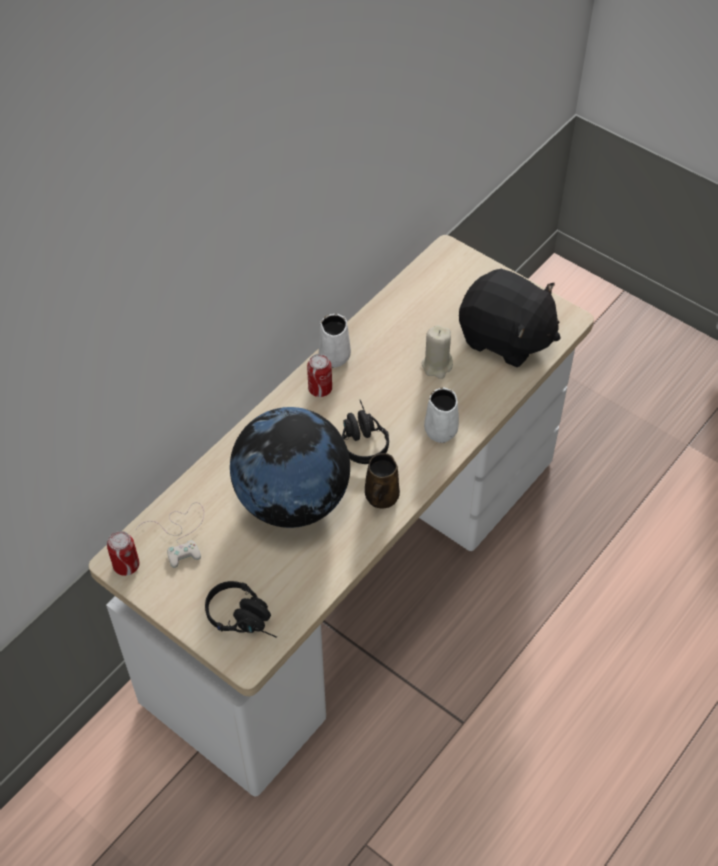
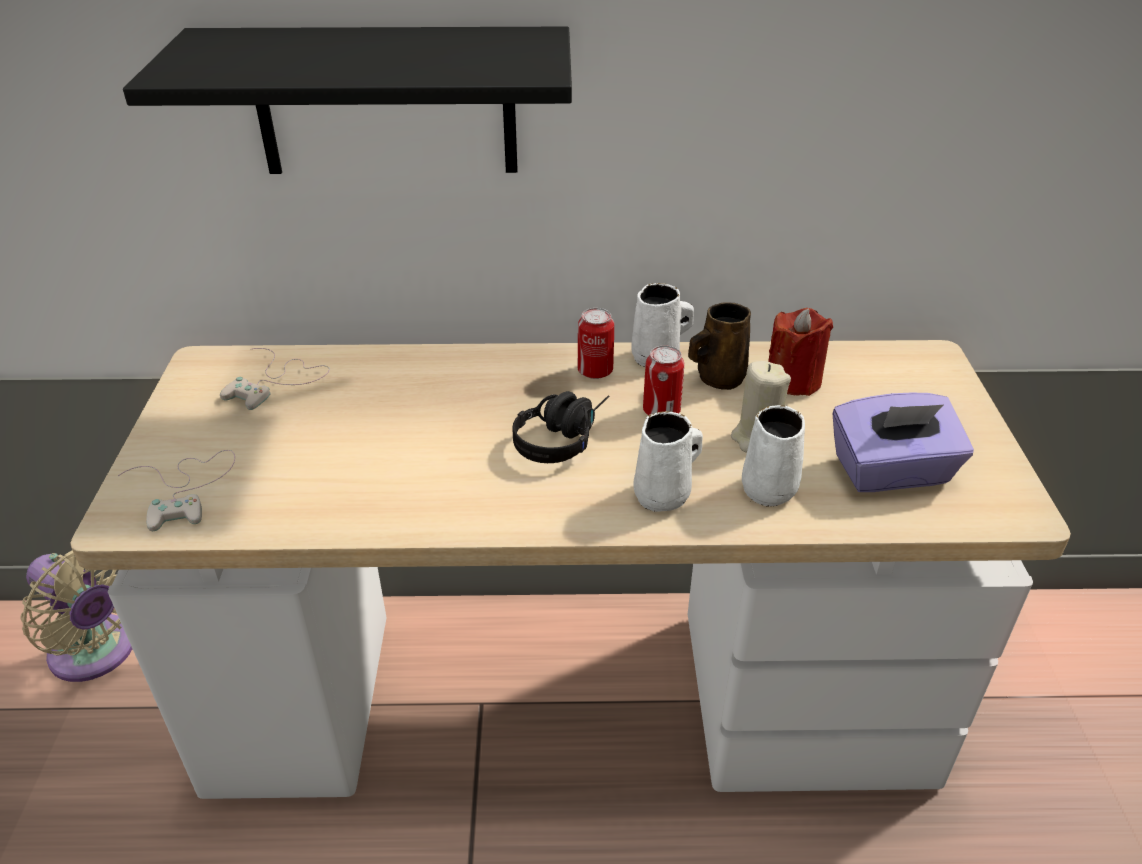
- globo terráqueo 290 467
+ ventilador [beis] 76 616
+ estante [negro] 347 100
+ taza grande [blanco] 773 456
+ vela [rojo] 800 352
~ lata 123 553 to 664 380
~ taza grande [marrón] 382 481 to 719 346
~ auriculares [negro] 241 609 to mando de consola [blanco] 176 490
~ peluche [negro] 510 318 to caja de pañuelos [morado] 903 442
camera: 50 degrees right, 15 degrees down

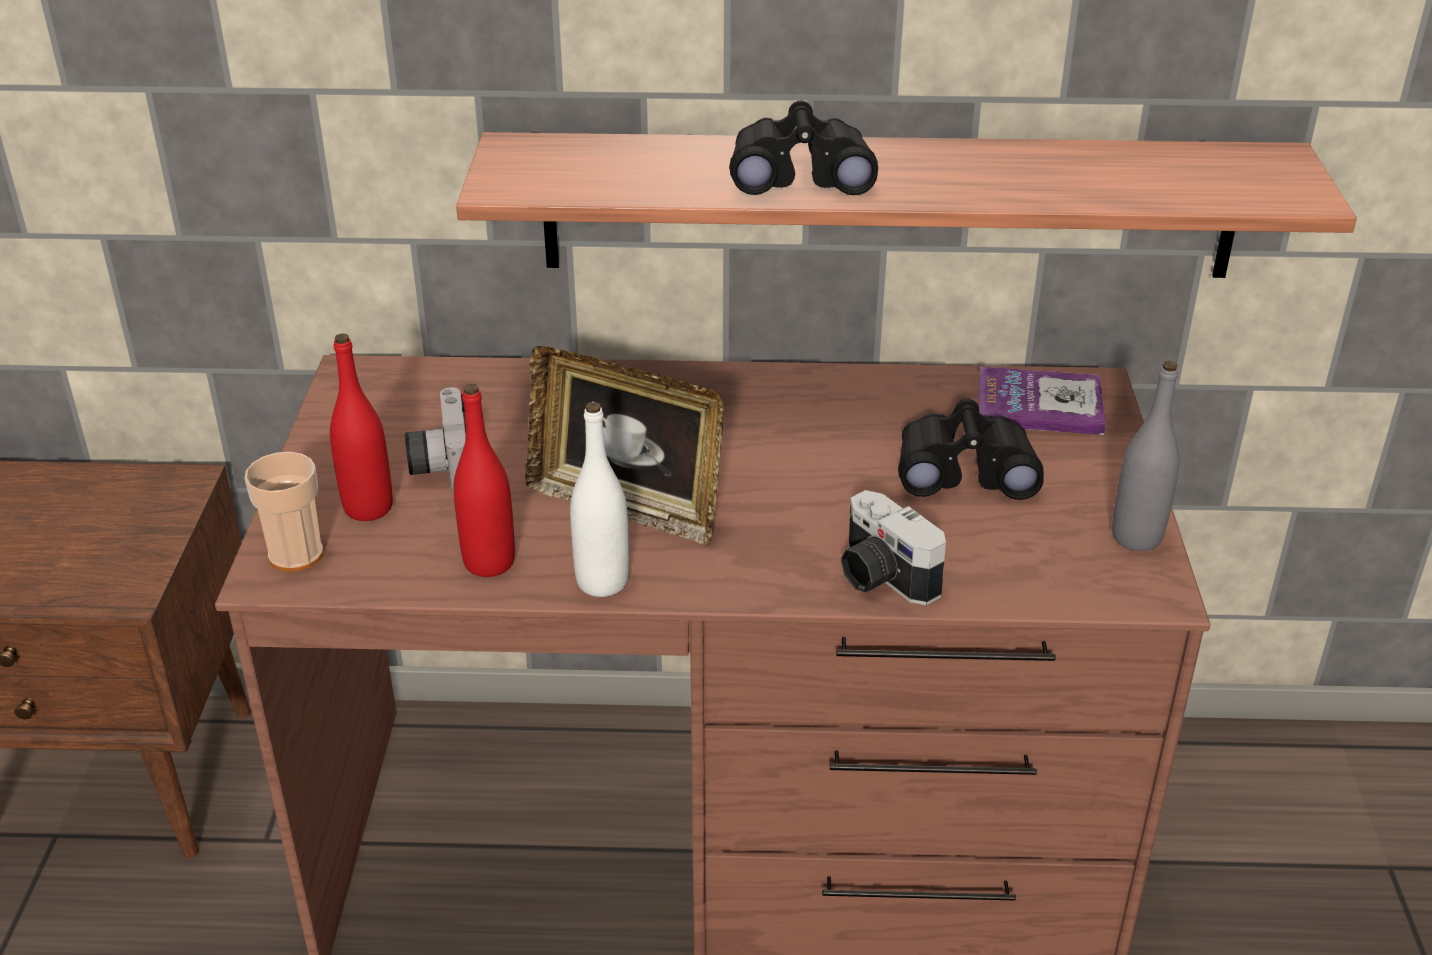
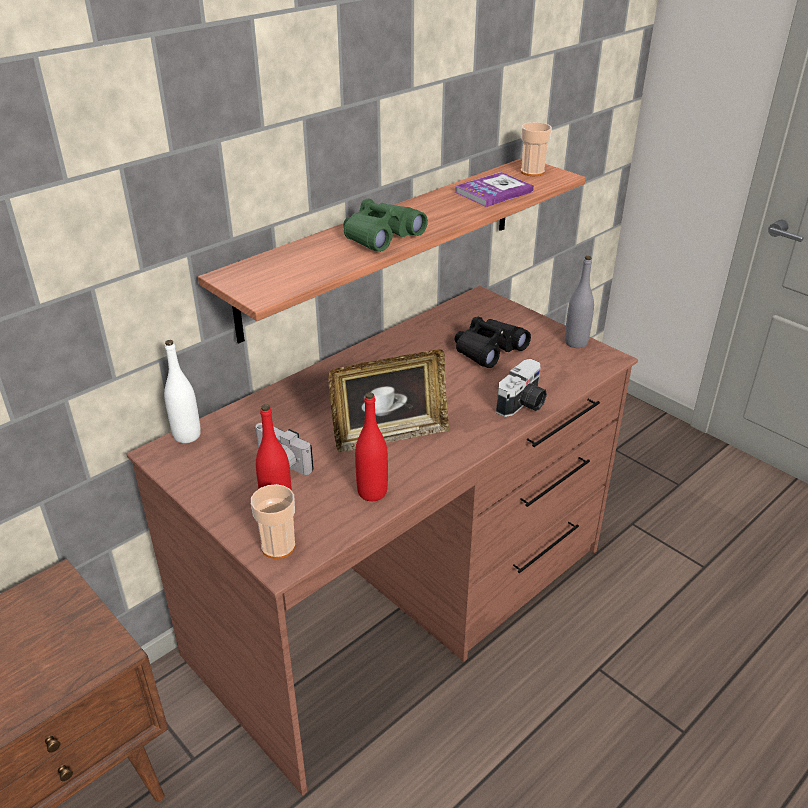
+ taza 536 149
~ botella [blanco] 599 499 to 182 391
~ libro 1042 401 to 494 189
~ prismáticos [negro] 803 148 to prismáticos [verde] 385 225
~ cámara 893 547 = 521 388 60 degrees counterclockwise
camera: 45 degrees left, 0 degrees up

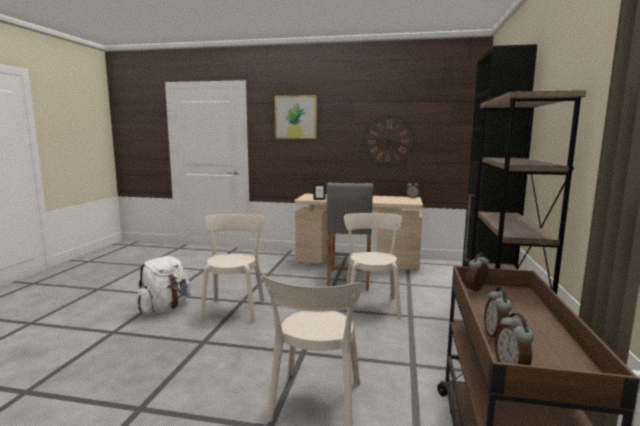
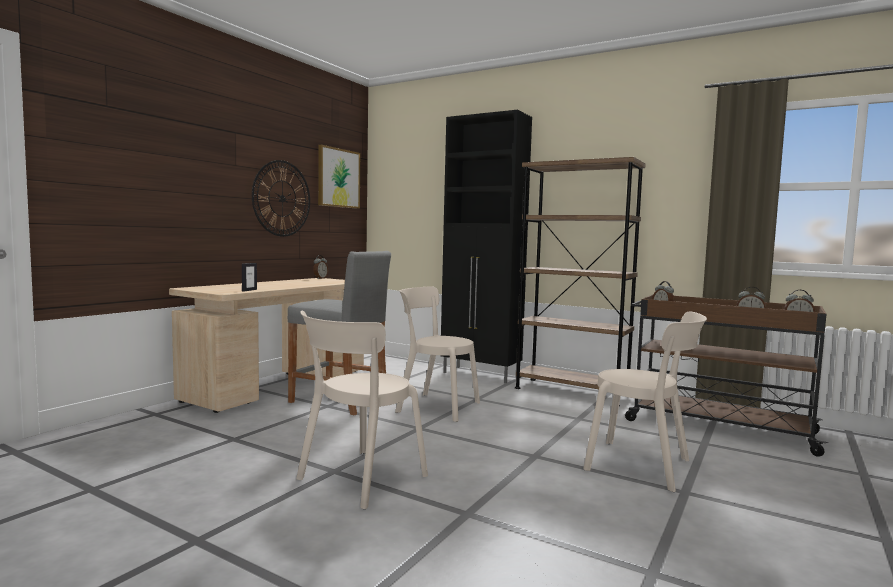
- mochila [blanco] 163 284
~ cuadro 296 117 to 339 177
~ silla [beis] 232 268 = 362 410 75 degrees counterclockwise
camera: 70 degrees left, 5 degrees down

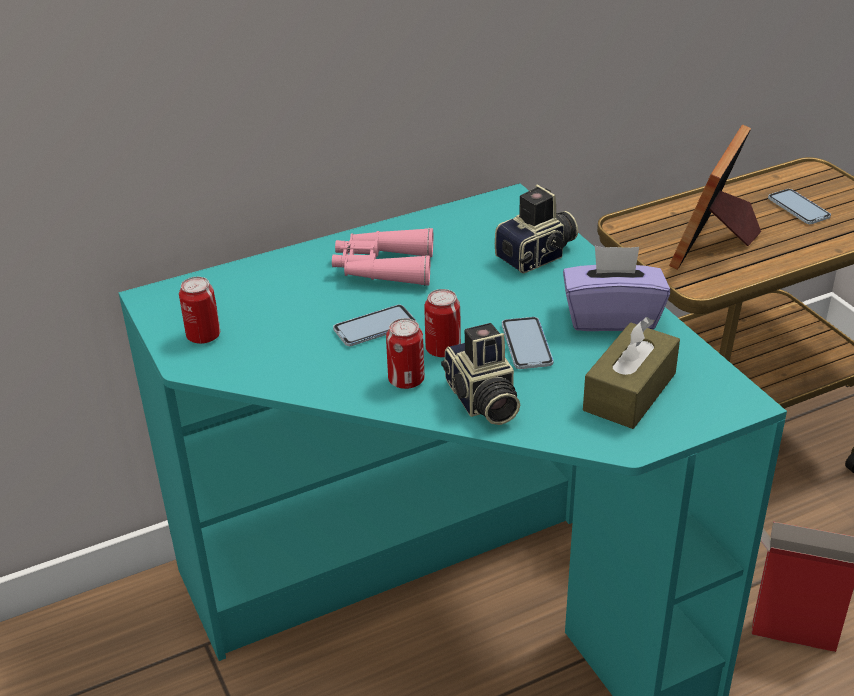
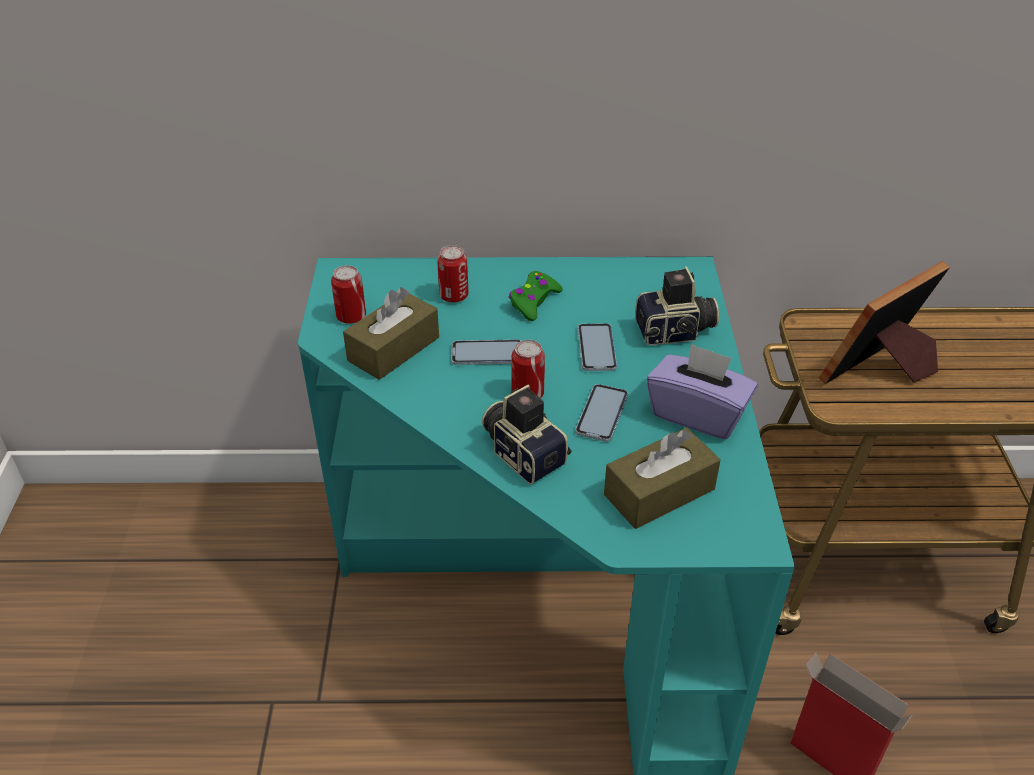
+ caja de pañuelos [marrón] 391 333
~ lata 405 353 to 453 274
~ móvil 799 206 to 597 347
~ prismáticos [rosa] 382 257 to mando de consola [verde] 536 296
~ cámara 480 374 = 527 435 135 degrees clockwise
camera: 25 degrees right, 5 degrees up

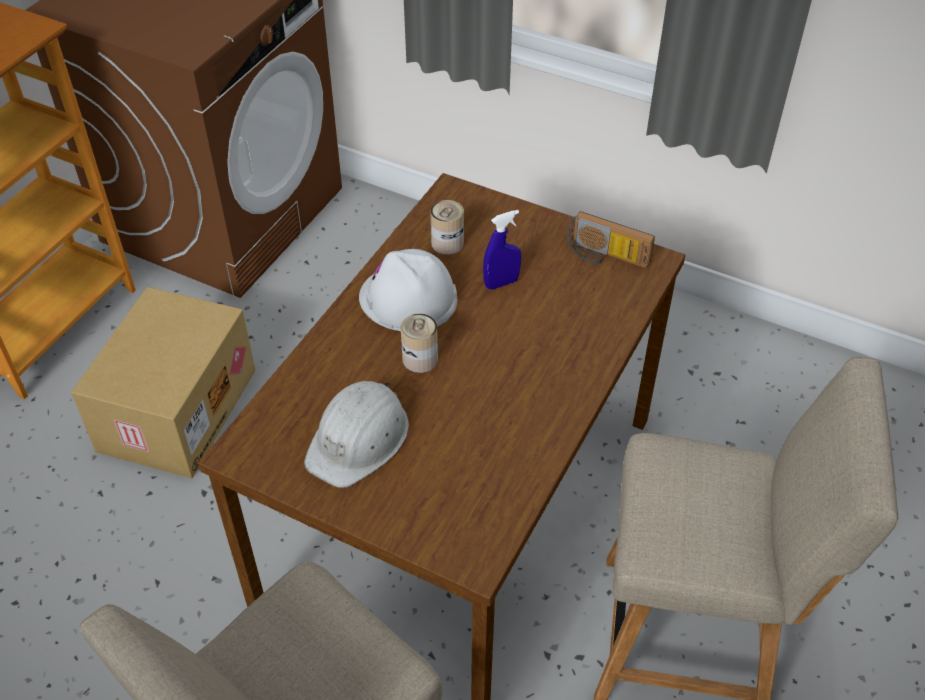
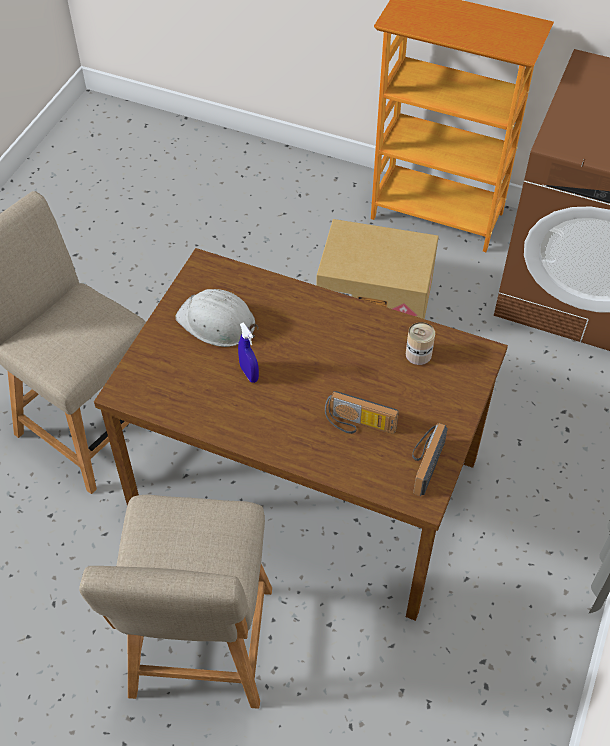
- casco [blanco] 408 290
- lata 419 343
+ radio 362 412
~ pulverizador [azul] 502 250 to 248 353
camera: 85 degrees right, 5 degrees up

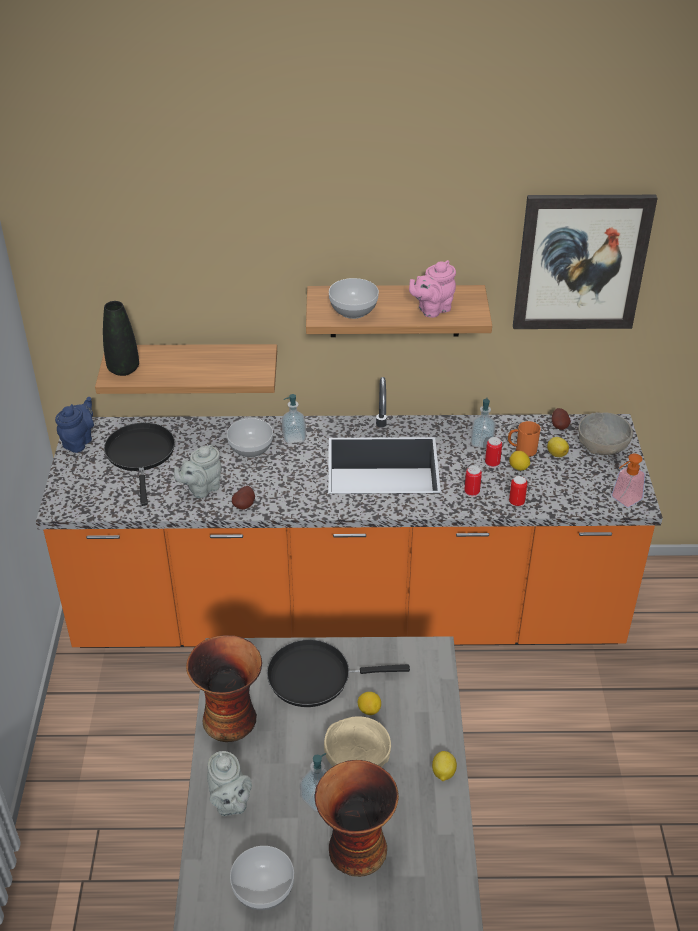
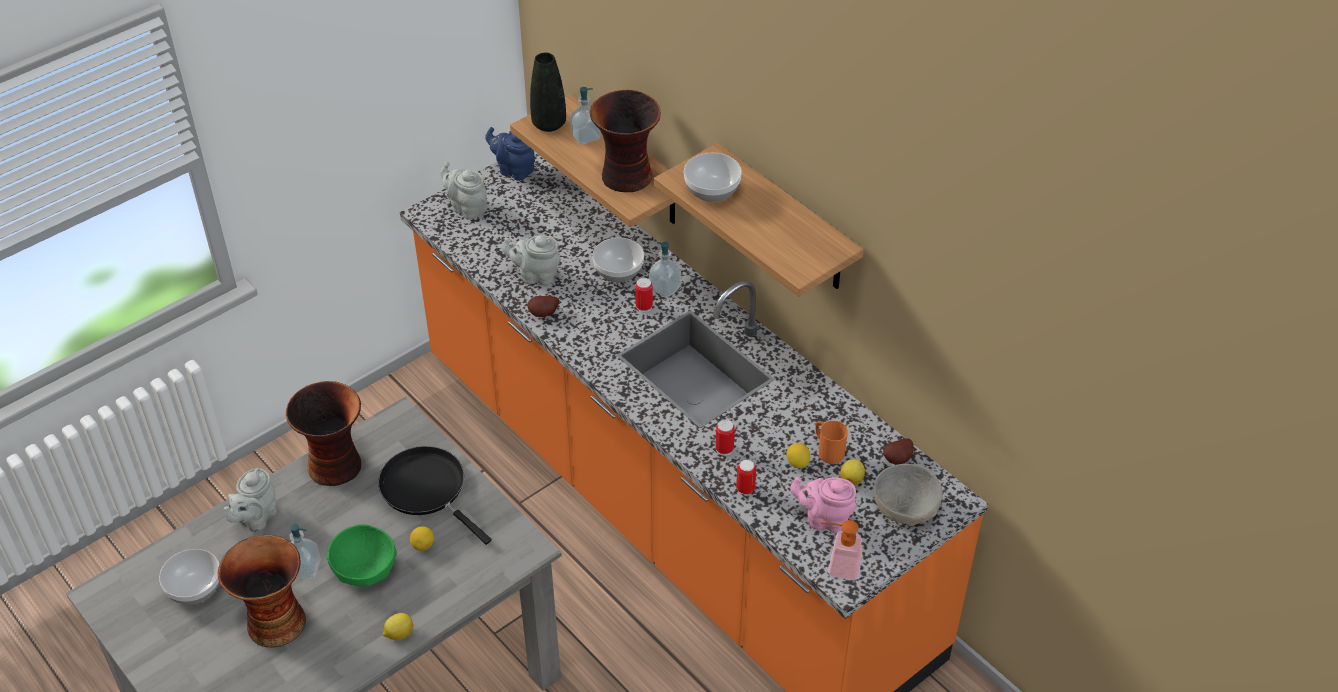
- sartén [negro] 139 464
- cuadro 585 262
+ tetera [gris] 464 191
+ florero 625 141
~ tetera [rosa] 432 289 to 823 505
~ dispensador de jabón 483 423 to 585 116
~ lata 493 452 to 644 295
~ cuenco [beis] 357 741 to cuenco [verde] 361 555
~ tetera [azul] 74 425 = 510 154 135 degrees counterclockwise
camera: 50 degrees right, 5 degrees up

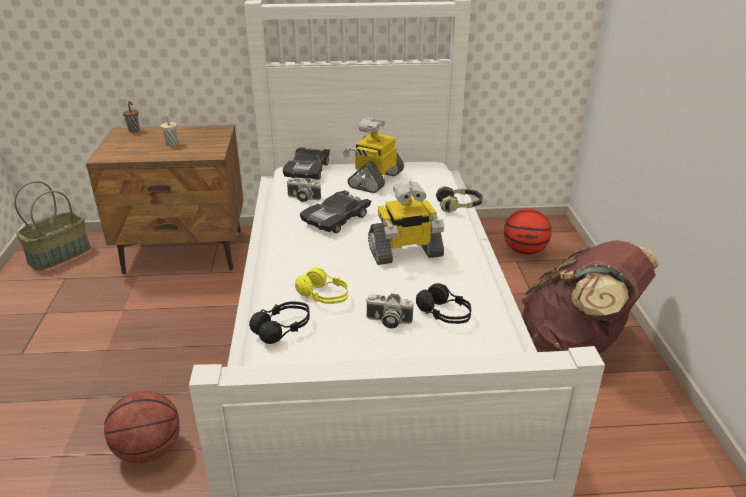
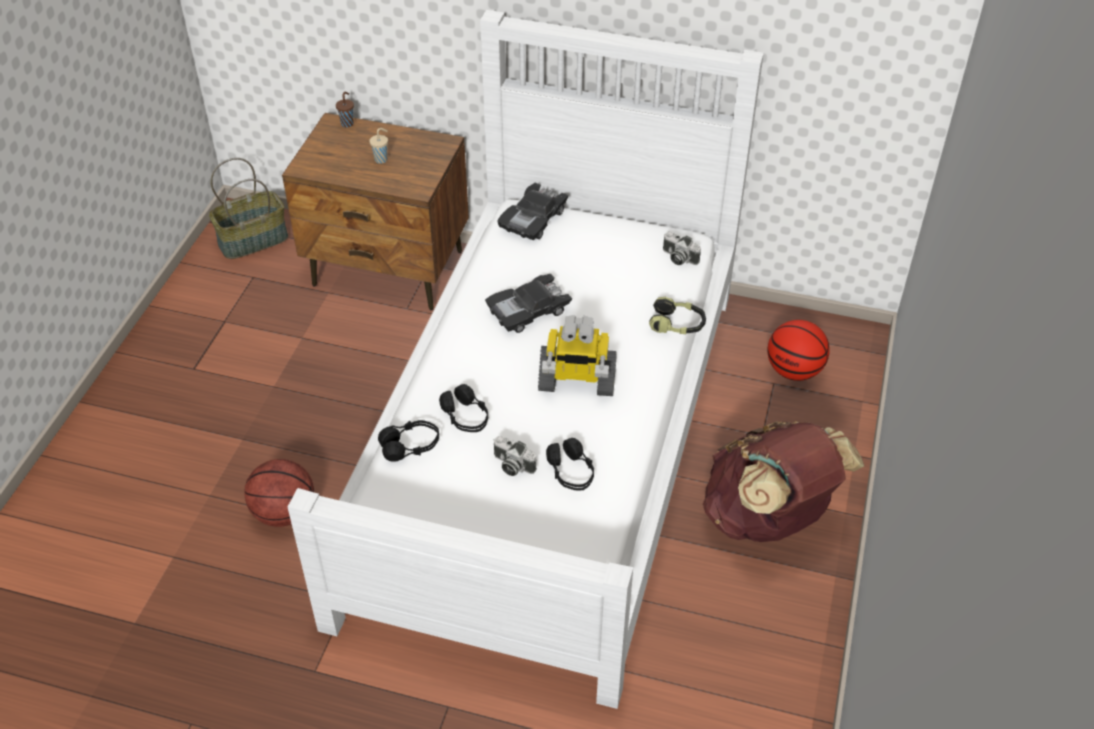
- robot de juguete 373 155
~ cámara 304 190 to 682 248
~ auriculares [amarillo] 321 285 to auriculares [negro] 463 408
camera: 20 degrees right, 15 degrees up

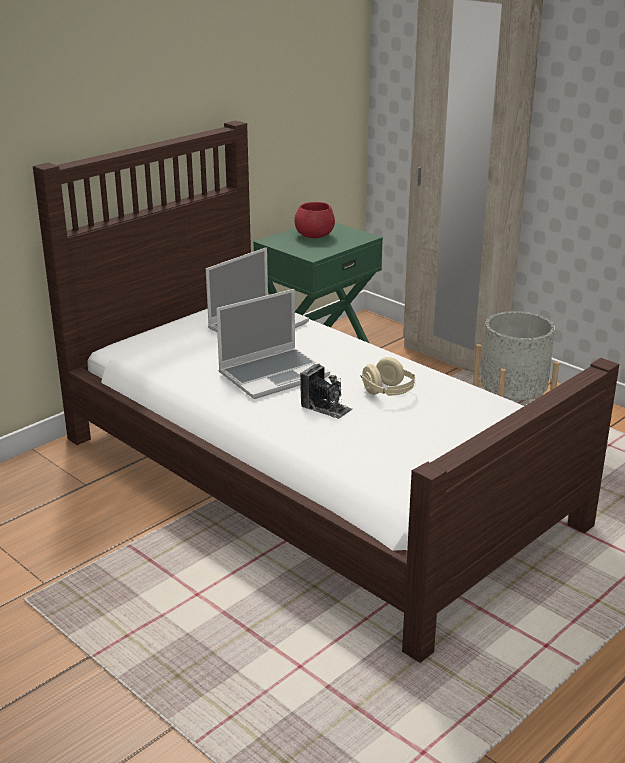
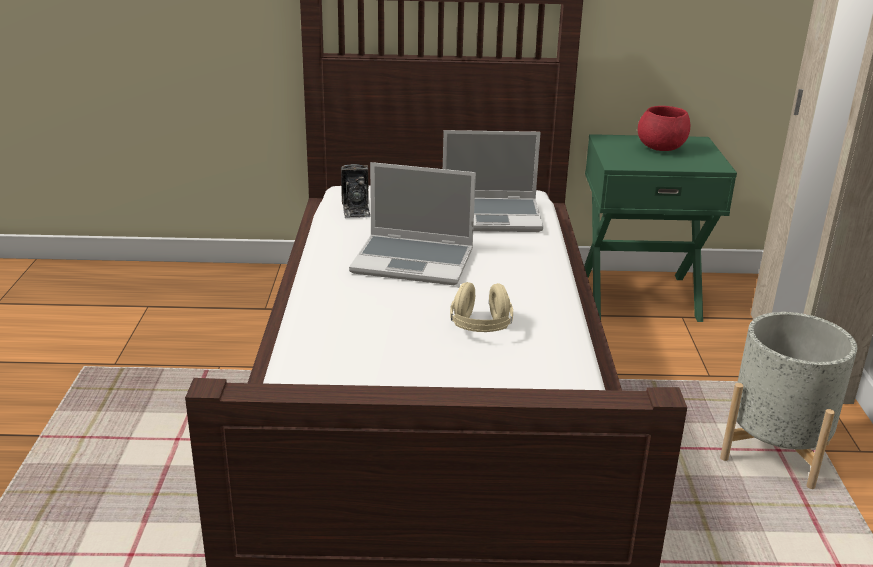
~ cámara 326 391 to 355 191
camera: 45 degrees right, 0 degrees up

